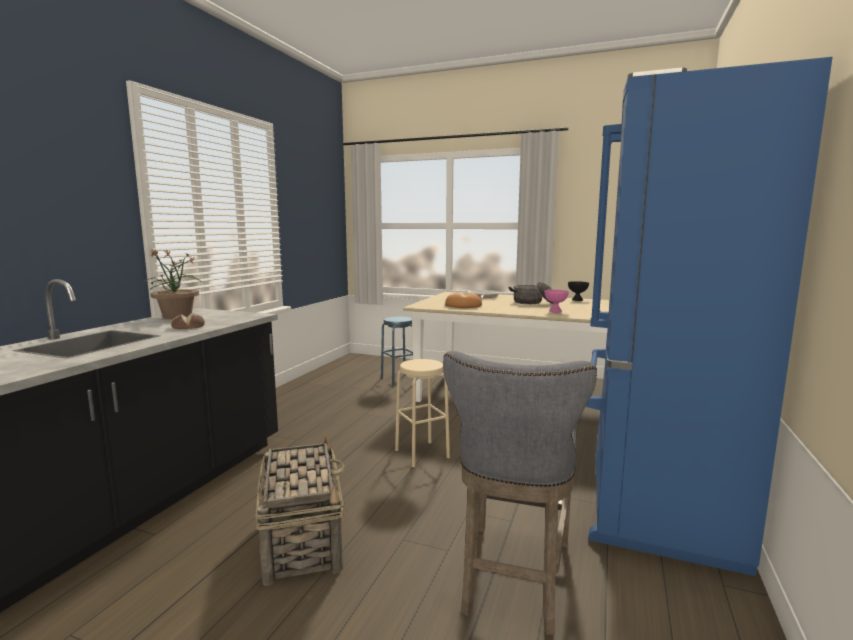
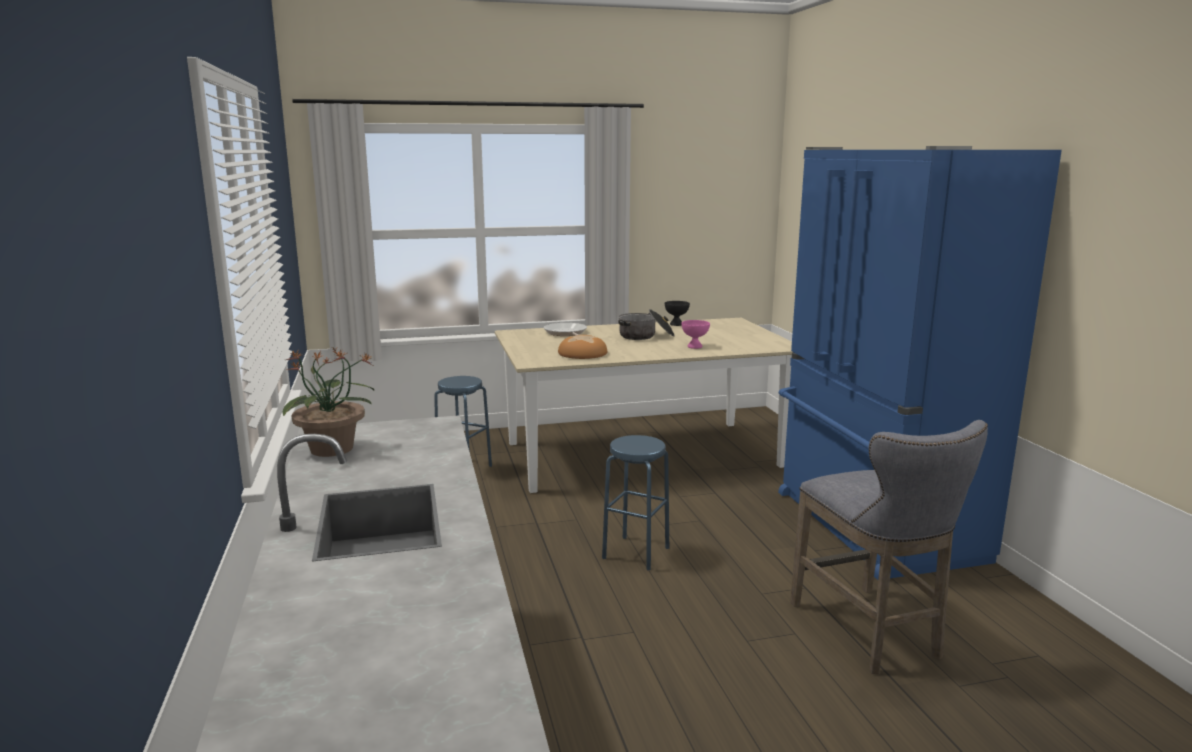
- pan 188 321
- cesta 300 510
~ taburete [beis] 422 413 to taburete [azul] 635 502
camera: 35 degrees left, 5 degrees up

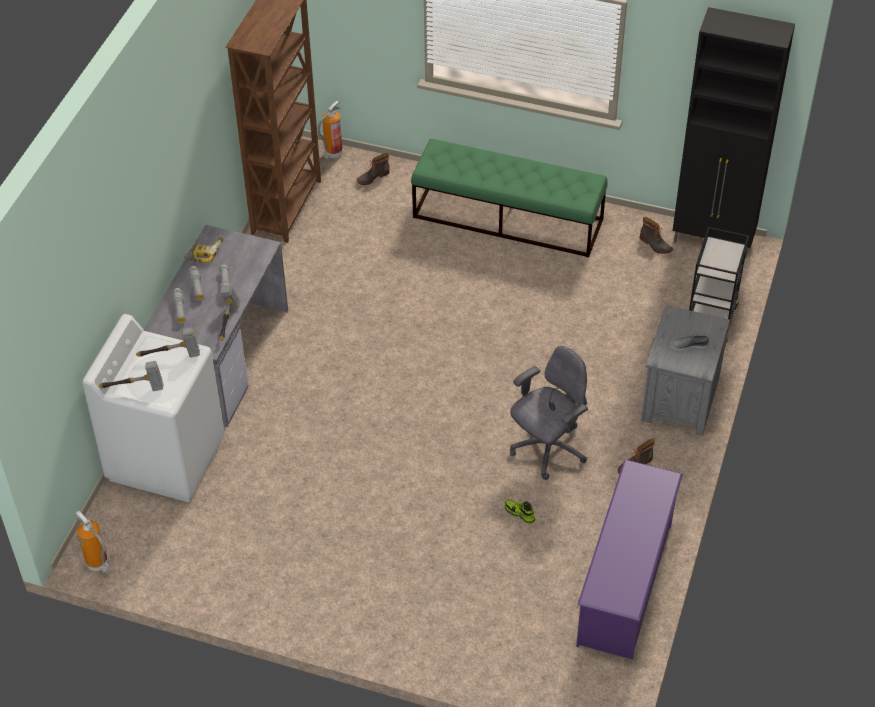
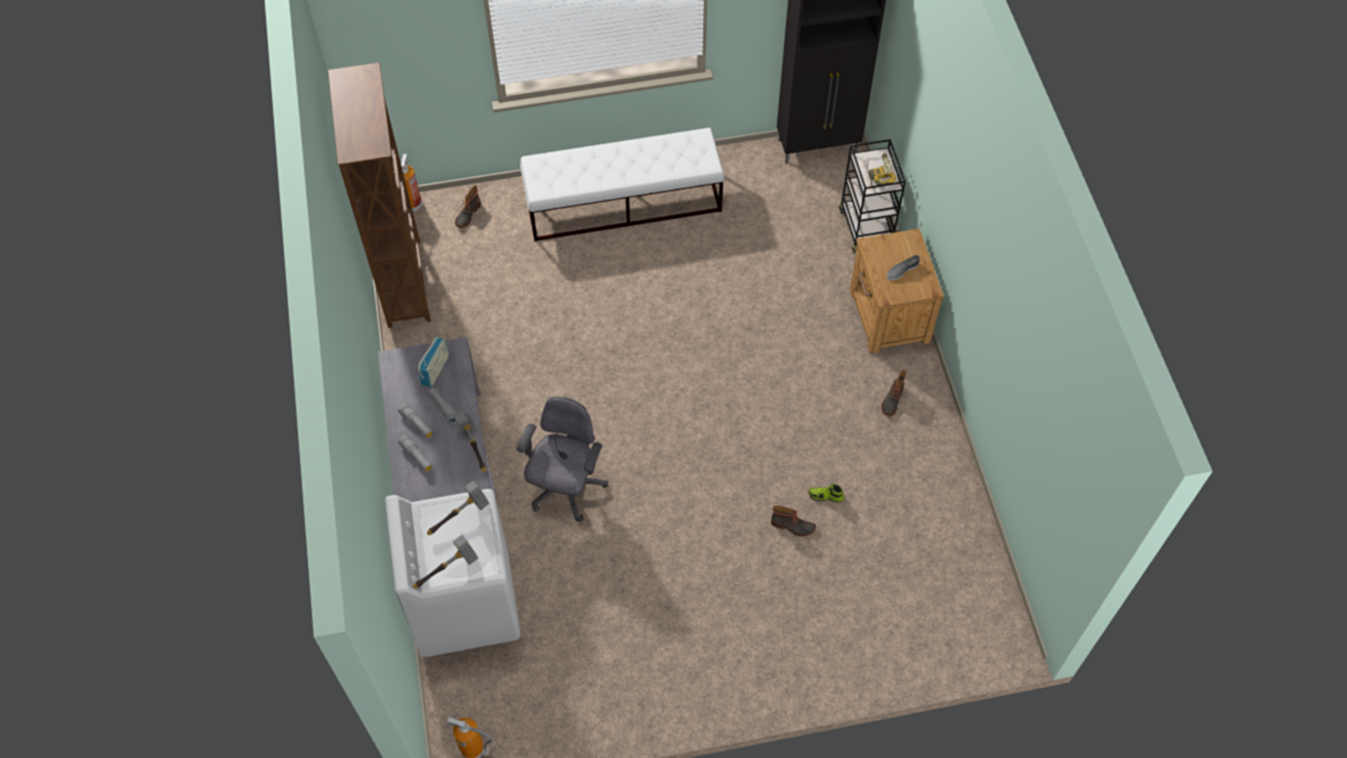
- zapatero [morado] 629 559
+ radio 433 362
~ taladro 203 250 to 881 169
~ silla de oficina [gris] 549 413 to 562 459
~ bota 656 235 to 793 521
~ banco [verde] 509 198 to banco [blanco] 622 184
~ mesita de noche [gris] 685 370 to mesita de noche [marrón] 897 291
camera: 30 degrees left, 10 degrees up

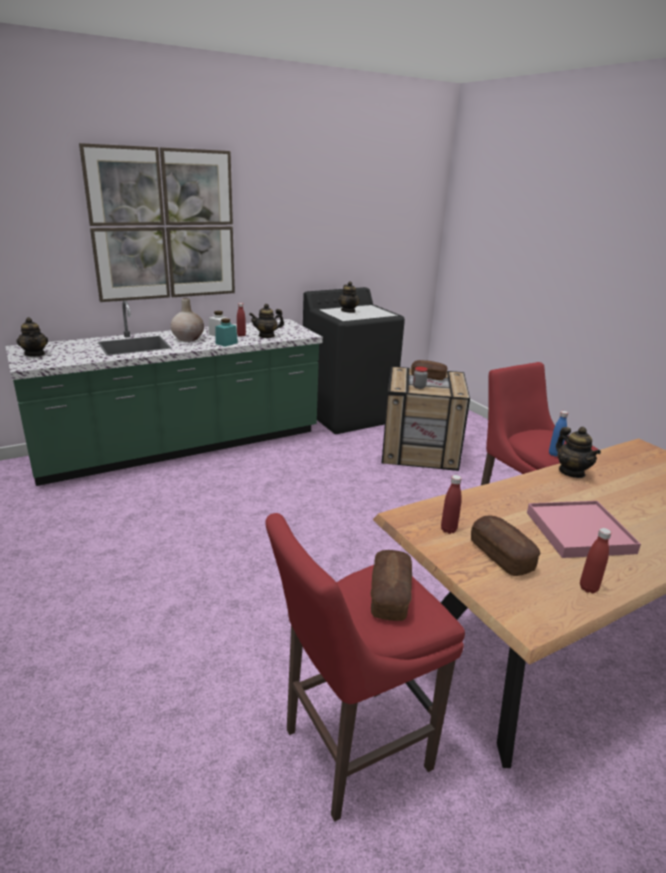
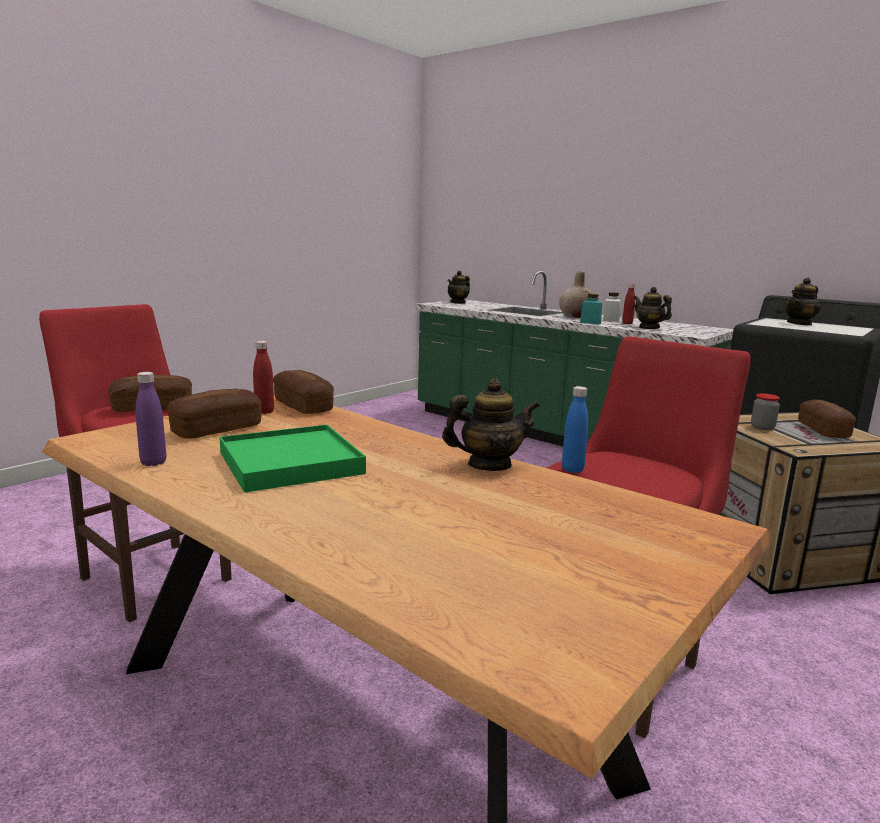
- cuadro 157 222
+ pan 303 392
~ bandeja [rosa] 584 529 to bandeja [verde] 292 459
~ botella [rojo] 596 560 to botella [morado] 150 419
~ tetera 578 452 = 491 425 150 degrees counterclockwise
camera: 70 degrees right, 10 degrees down

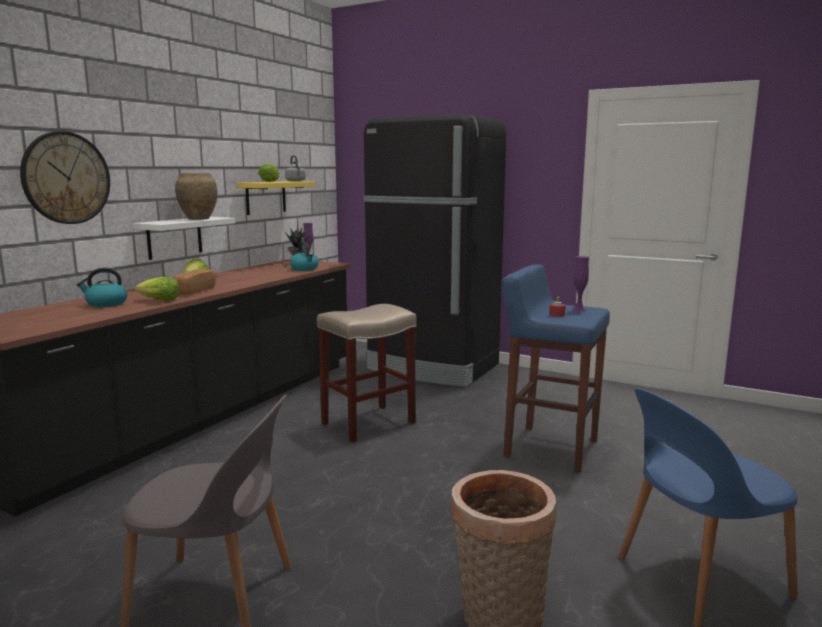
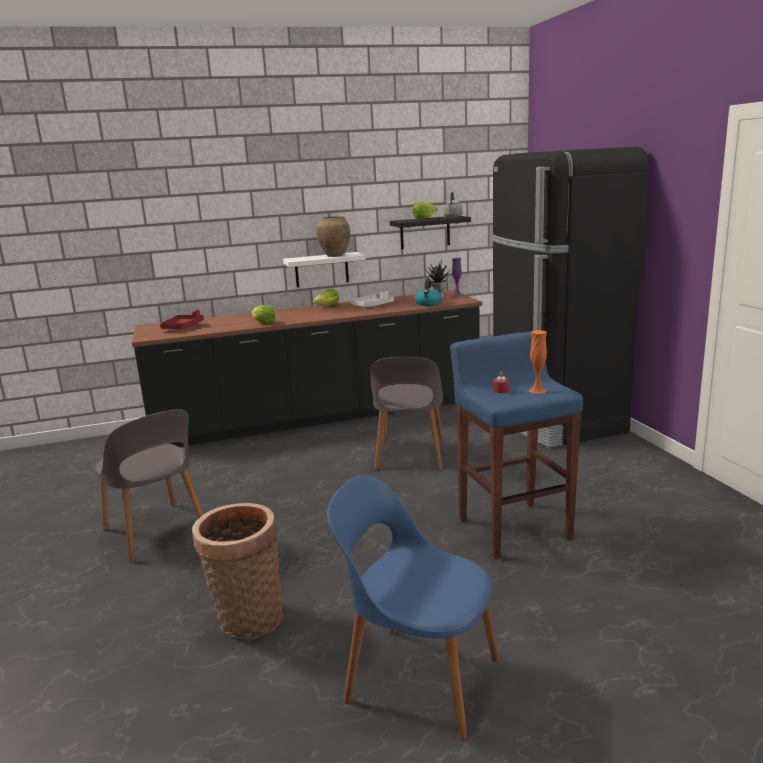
- reloj de pared 65 177
- hervidor 102 287
- pan 194 282
+ bandeja [rojo] 182 319
+ bandeja [blanco] 372 299
~ taburete [beis] 367 373 to silla [gris] 406 413
~ estante [amarillo] 276 198 to estante [negro] 430 233
~ florero [morado] 580 284 to florero [naranja] 538 362
camera: 45 degrees right, 5 degrees up

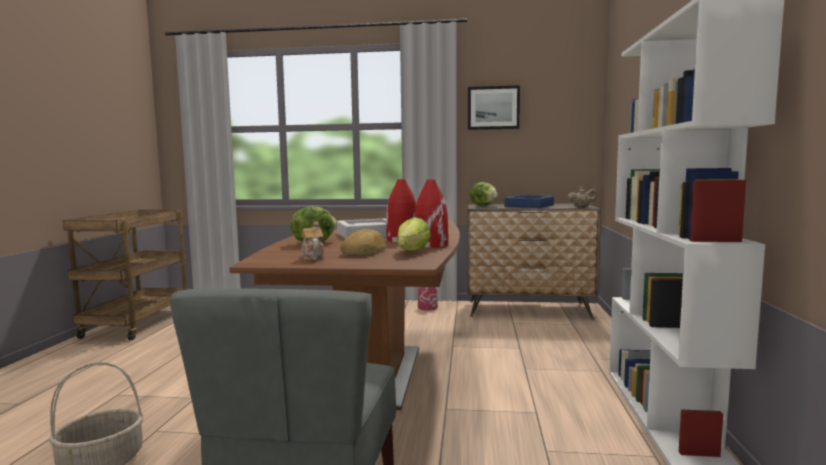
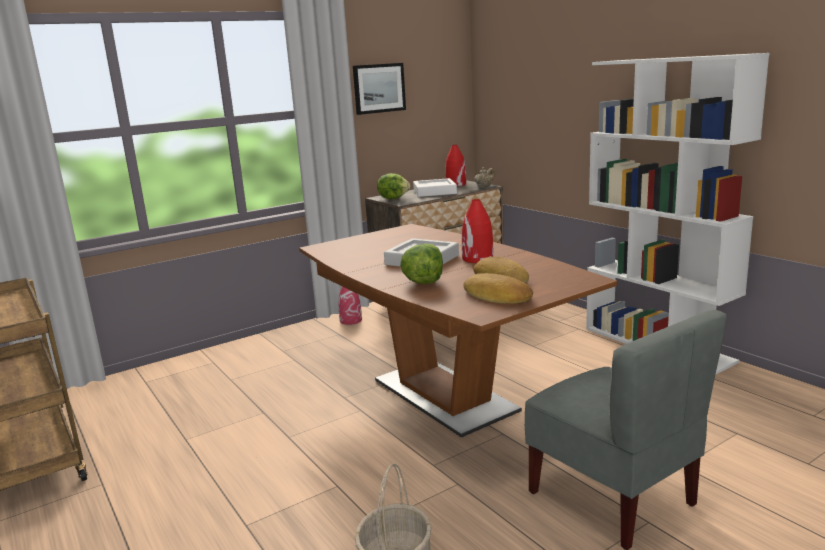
- lechuga 414 233
~ florero [rojo] 431 213 to 455 165
~ tetera 312 240 to pan 498 288
~ bandeja [azul] 529 201 to bandeja [blanco] 435 187
camera: 40 degrees left, 10 degrees up

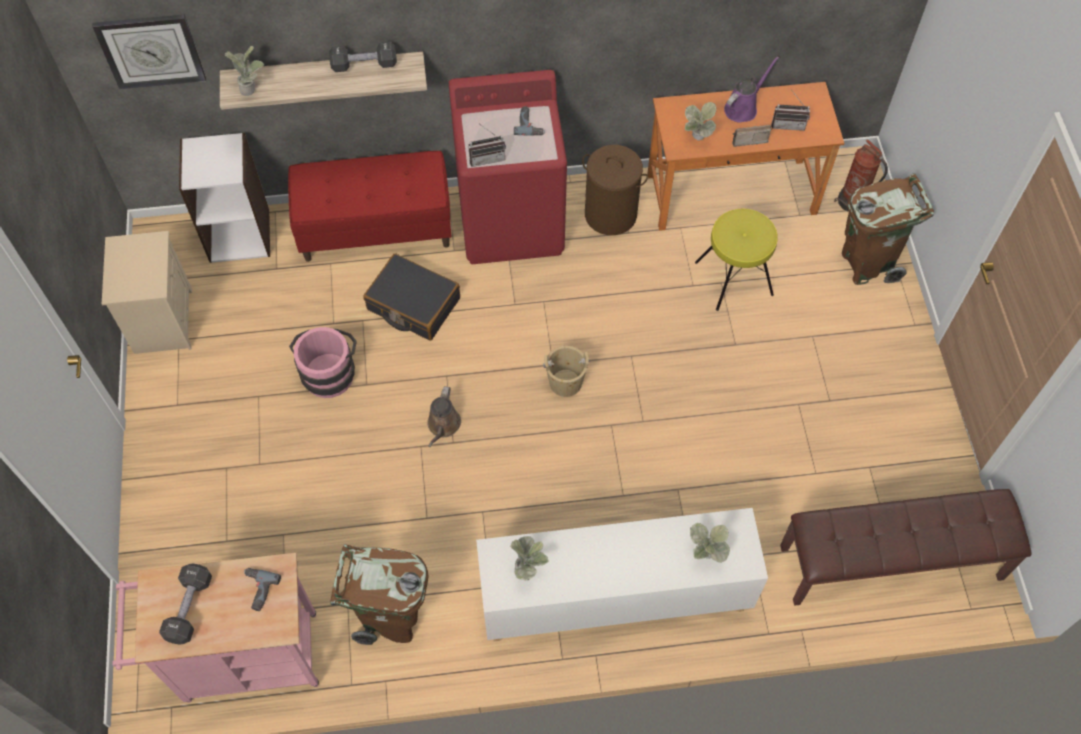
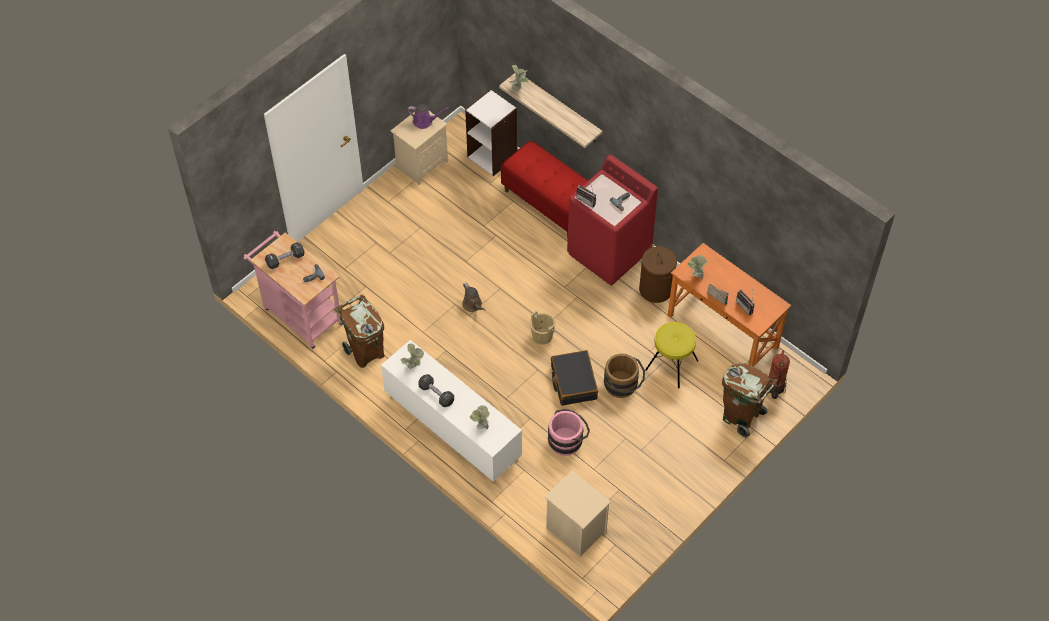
- reloj de pared 149 52
+ cubo [marrón] 624 376
~ cubo [rosa] 323 362 to 569 432
~ mancuerna [negro] 363 57 to 436 390
~ maleta [negro] 412 297 to 574 378
~ regadera [morado] 751 90 to 428 116
~ banco [marrón] 906 547 to mesita de noche [beis] 577 513
~ regadera [marrón] 444 416 = 473 297 90 degrees counterclockwise
camera: 50 degrees right, 5 degrees down

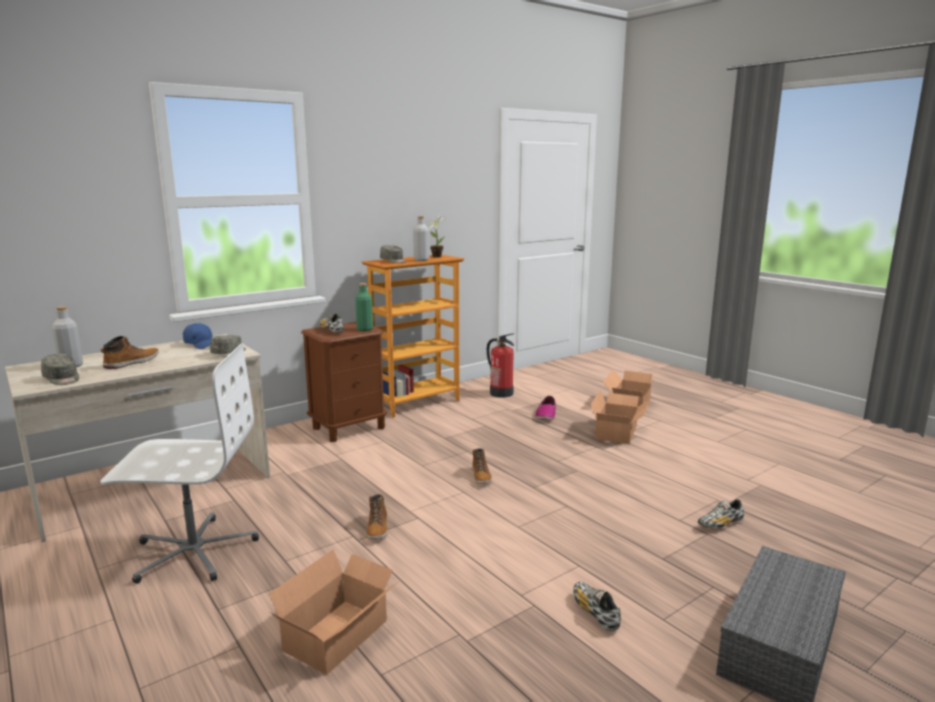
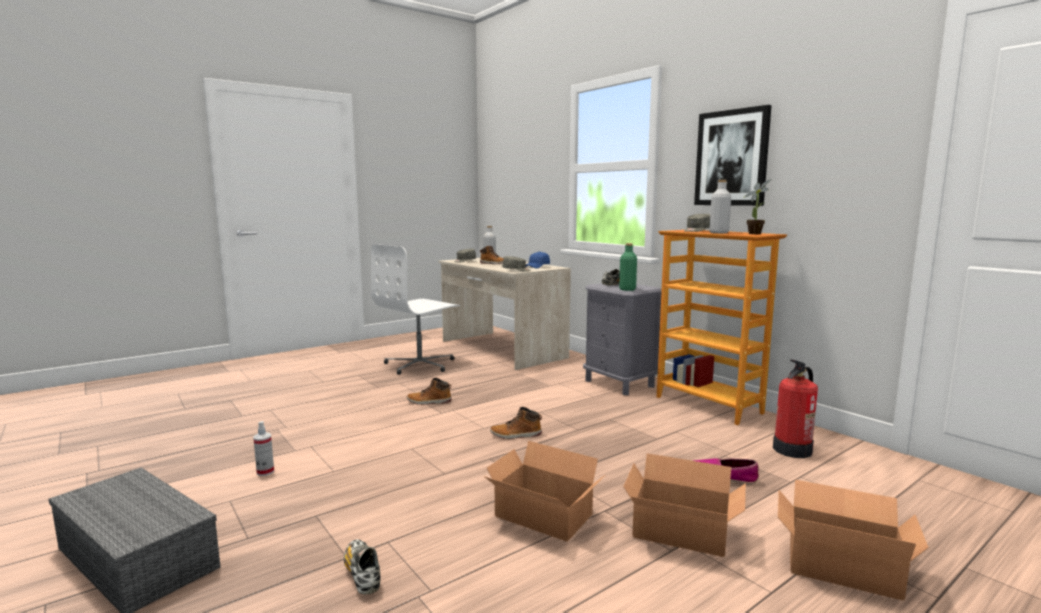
+ cuadro 733 155
~ caja de cartón 334 611 to 544 491
~ zapato 597 606 to pulverizador 263 448
~ mesita de noche [marrón] 344 382 to mesita de noche [gris] 622 339
~ silla de oficina [blanco] 179 463 = 415 309 45 degrees clockwise
camera: 90 degrees right, 5 degrees down

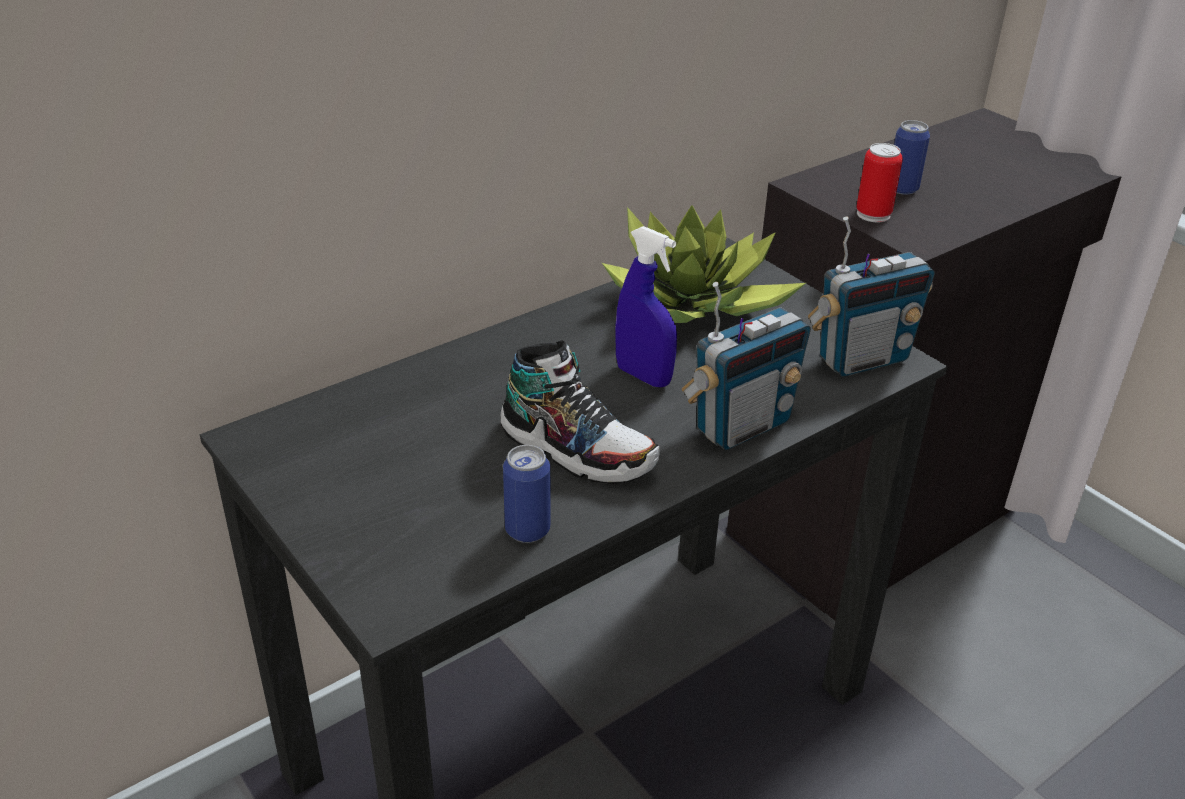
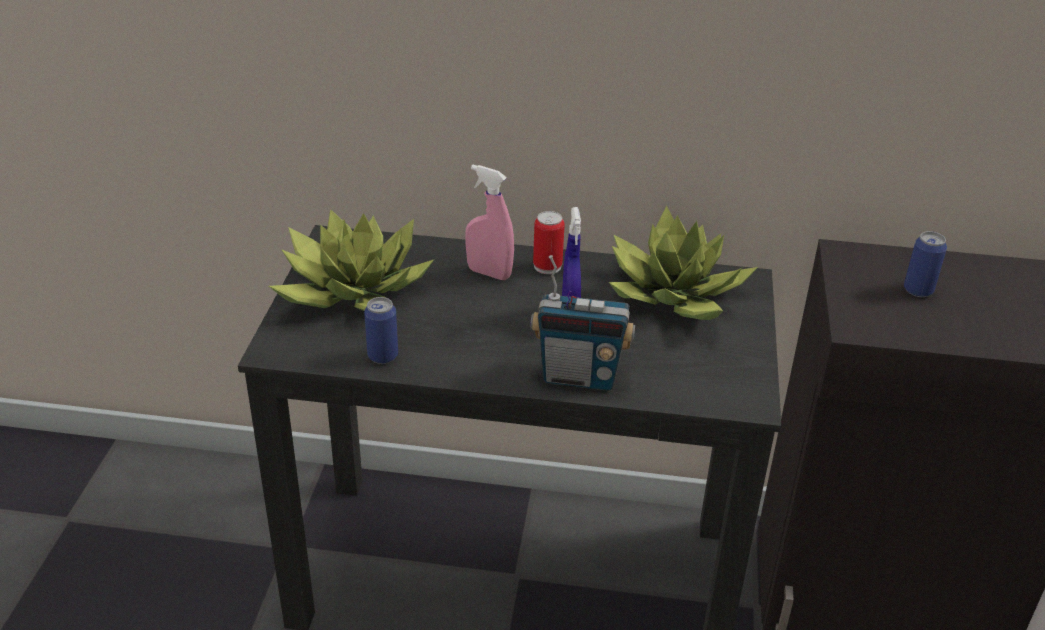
- zapato 580 412
- radio 871 296
+ planta en maceta 351 260
+ pulverizador [rosa] 489 222
~ lata 879 182 to 549 242
camera: 45 degrees right, 0 degrees up

